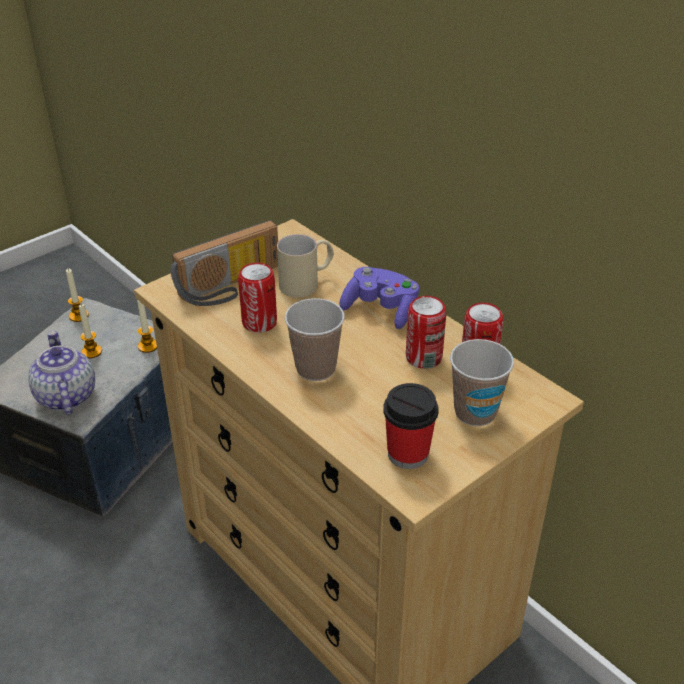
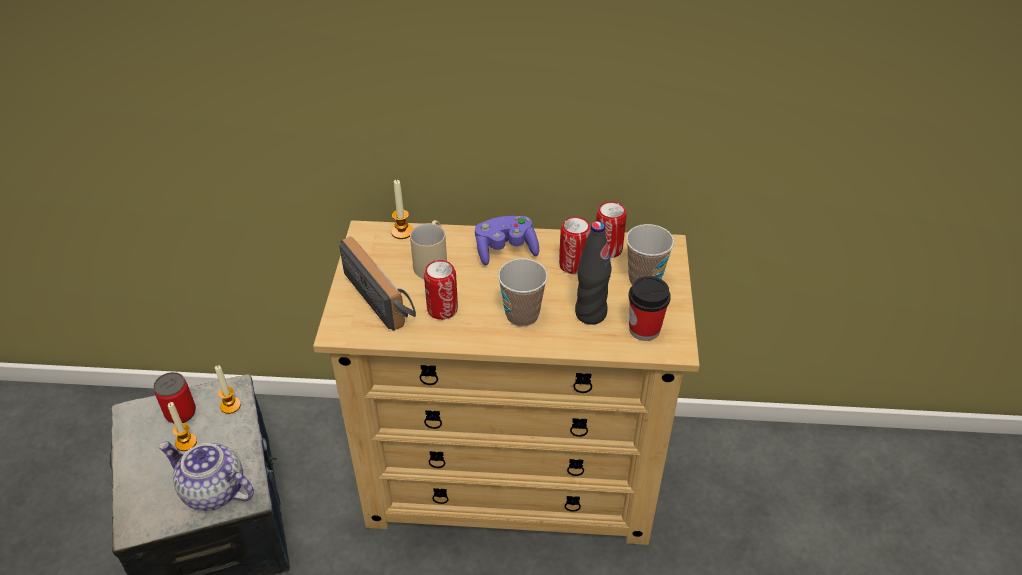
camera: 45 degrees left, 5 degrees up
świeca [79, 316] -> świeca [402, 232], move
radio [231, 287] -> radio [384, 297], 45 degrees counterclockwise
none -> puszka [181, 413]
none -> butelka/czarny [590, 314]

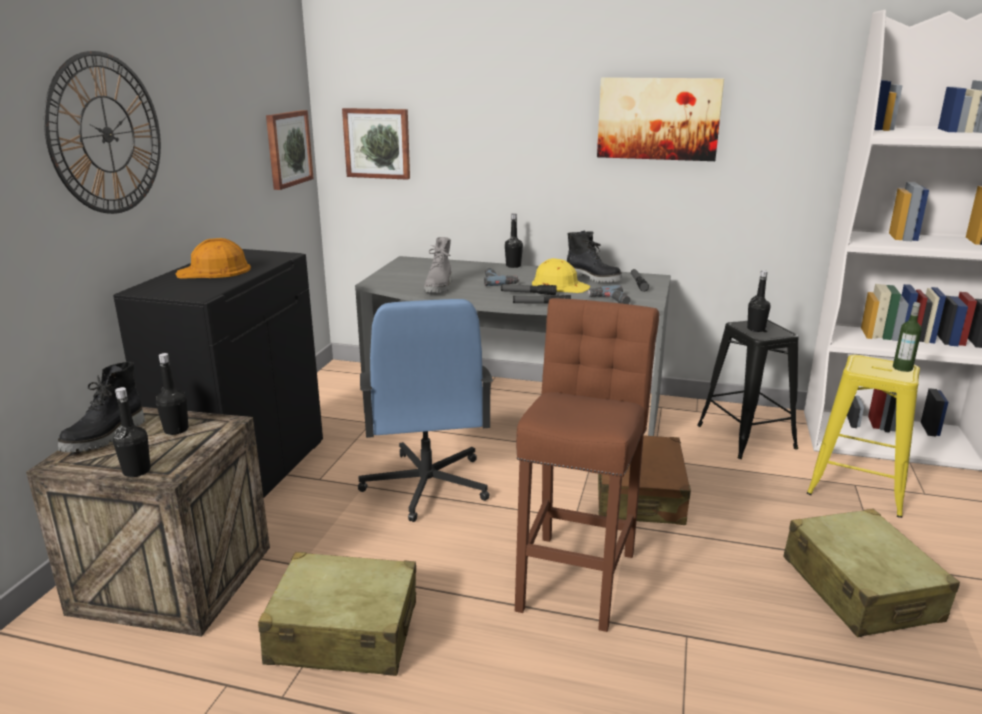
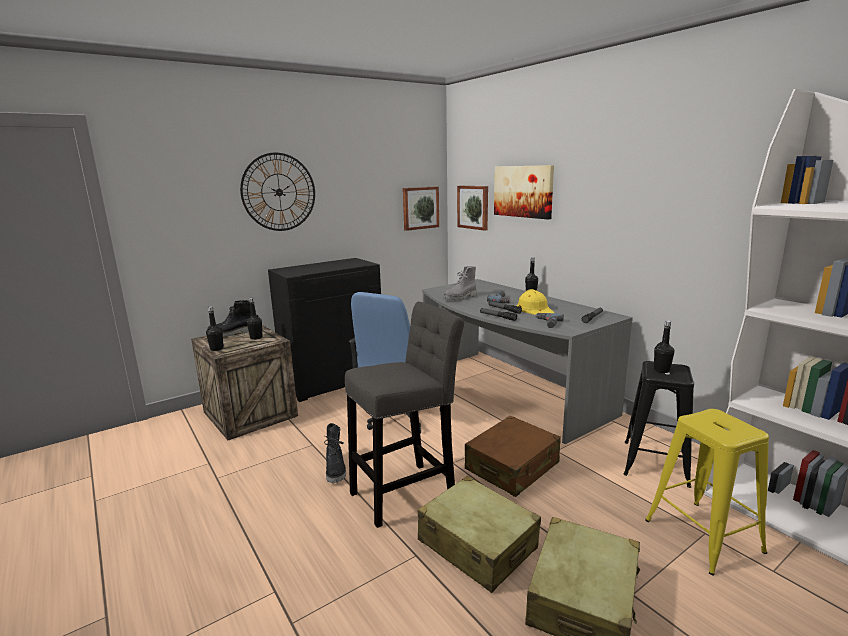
camera: 40 degrees right, 5 degrees down
kask/pomarańczowy [214, 271] -> none
walizka/beżowy [344, 633] -> walizka/beżowy [477, 545], move
stołek/brązowy [577, 575] -> stołek/szary [407, 492]
but z cholewką/czarny [594, 278] -> but z cholewką/czarny [336, 470], move
obraz [658, 118] -> obraz [523, 191], move
butelka [902, 368] -> none

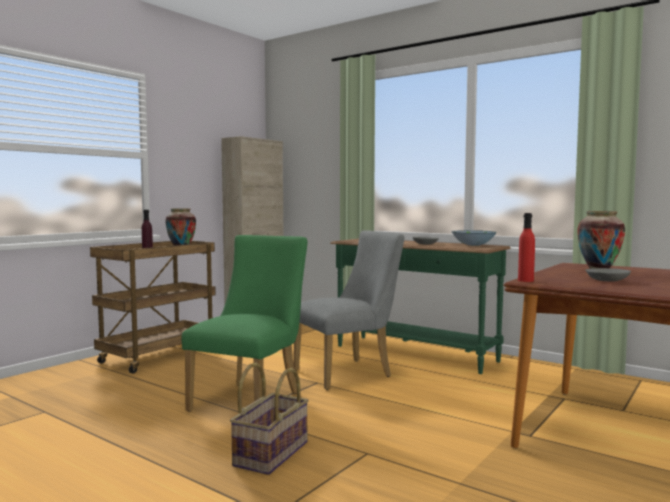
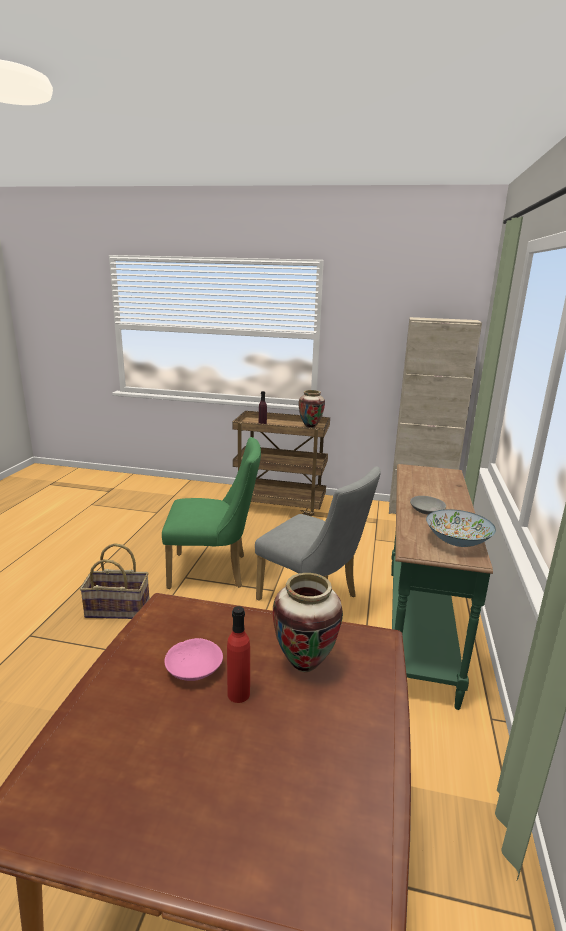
camera: 65 degrees right, 15 degrees up
butelka/czerwony [525, 280] -> butelka/czerwony [238, 694], move
miska/szary [606, 280] -> miska/różowy [194, 668]

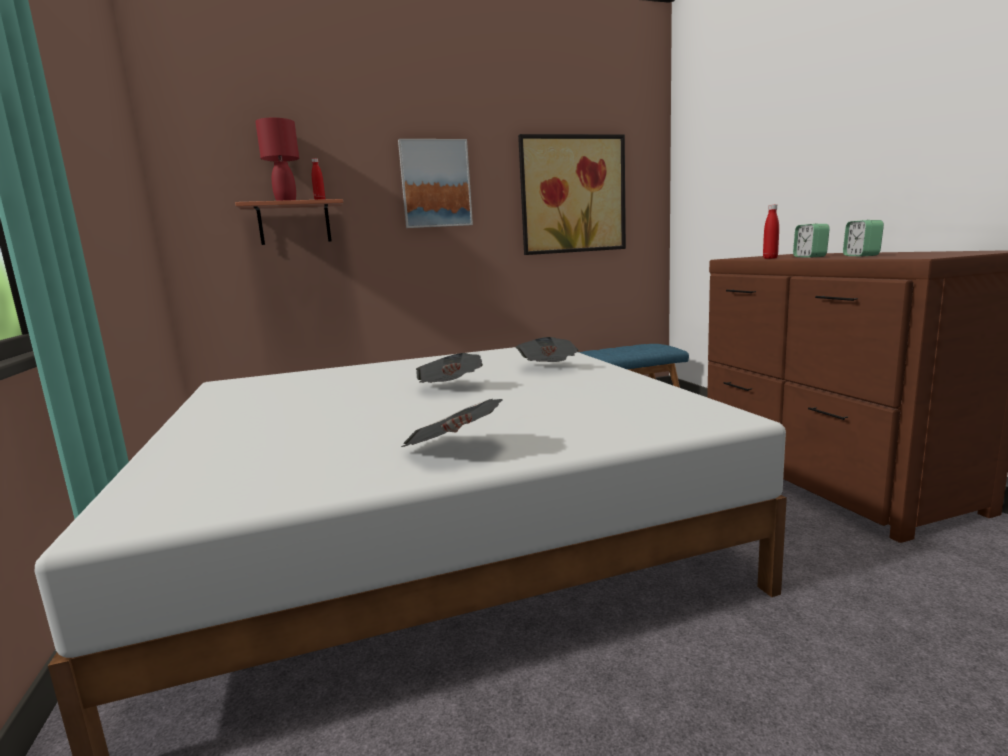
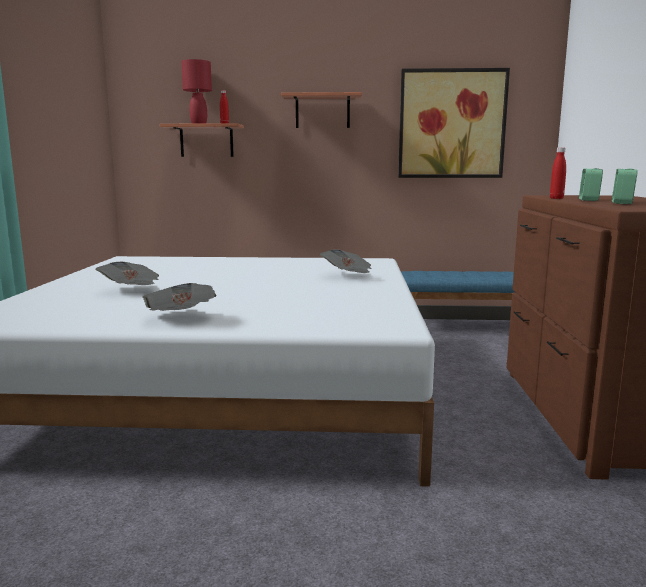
camera: 20 degrees right, 0 degrees up
obraz [435, 184] -> półka [322, 111]
gazeta [450, 388] -> gazeta [132, 291], move

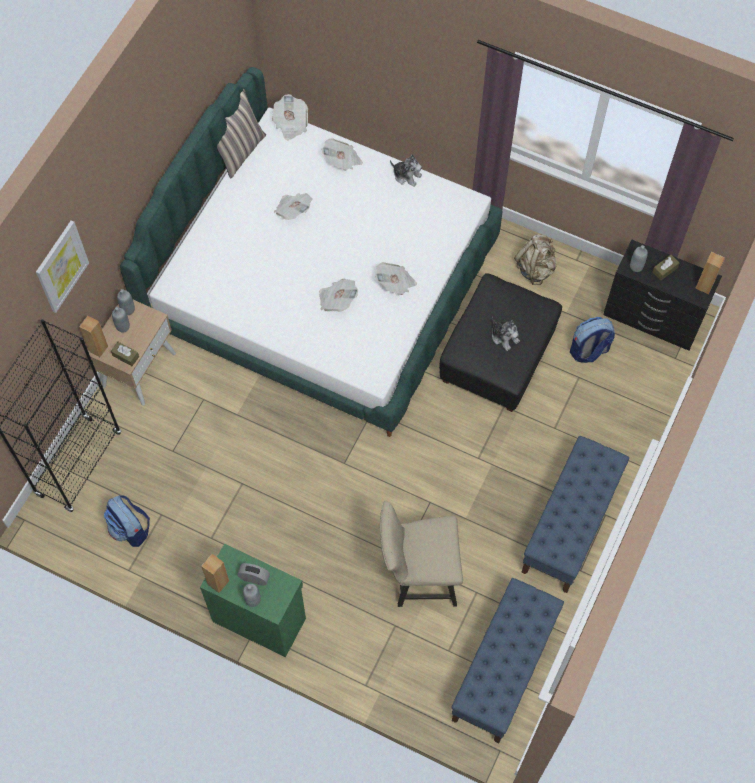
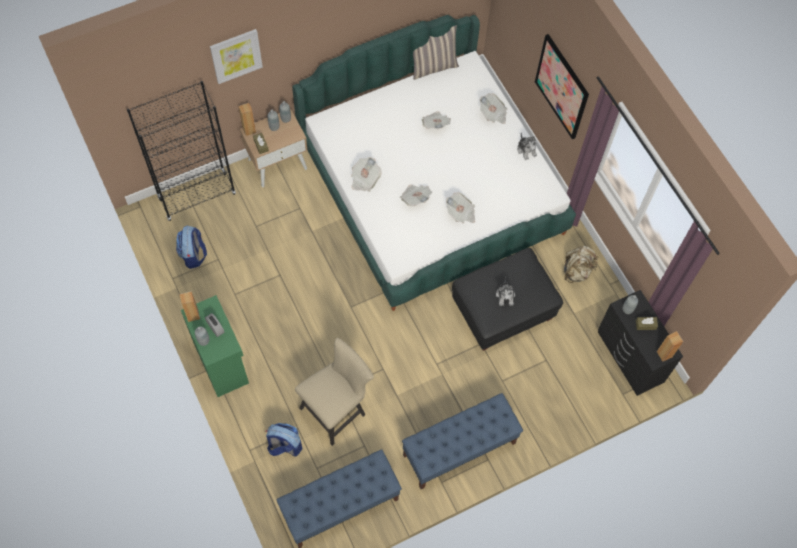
camera: 35 degrees right, 0 degrees up
gazeta [291, 124] -> gazeta [364, 179], move
krzesło/beżowy [418, 577] -> krzesło/beżowy [337, 409], 105 degrees clockwise
plecak [589, 351] -> plecak [284, 446], move
none -> obraz [562, 87]

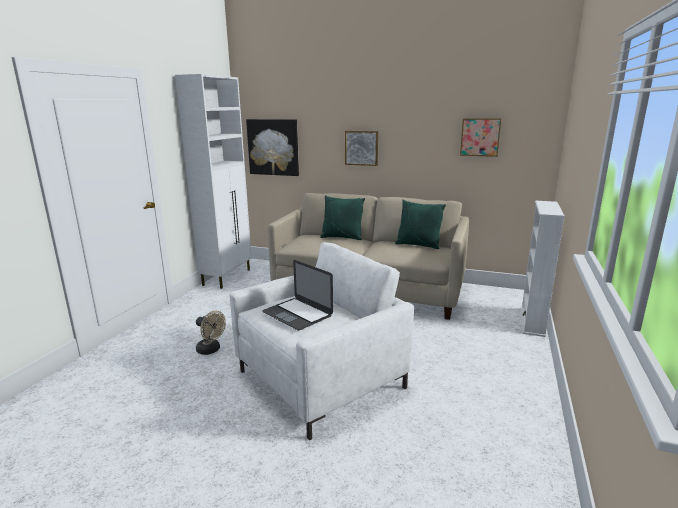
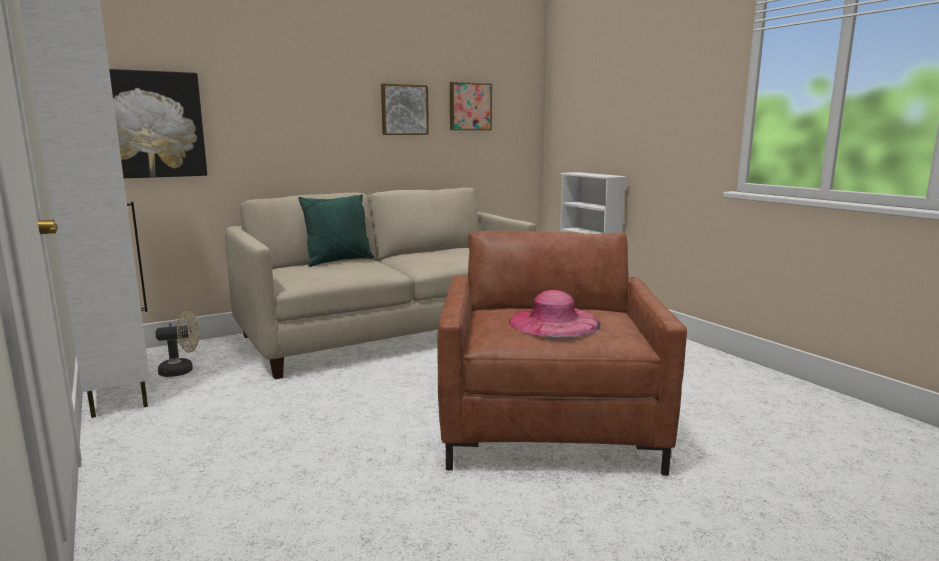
camera: 50 degrees left, 5 degrees down
wentylator/beżowy [211, 350] -> wentylator/beżowy [182, 370], move
fotel/biały [321, 379] -> fotel/brązowy [548, 426]
laptop [297, 313] -> kapelusz/różowy [554, 322]
obraz [361, 148] -> obraz [404, 110], move
poduszka/zielony [418, 245] -> none

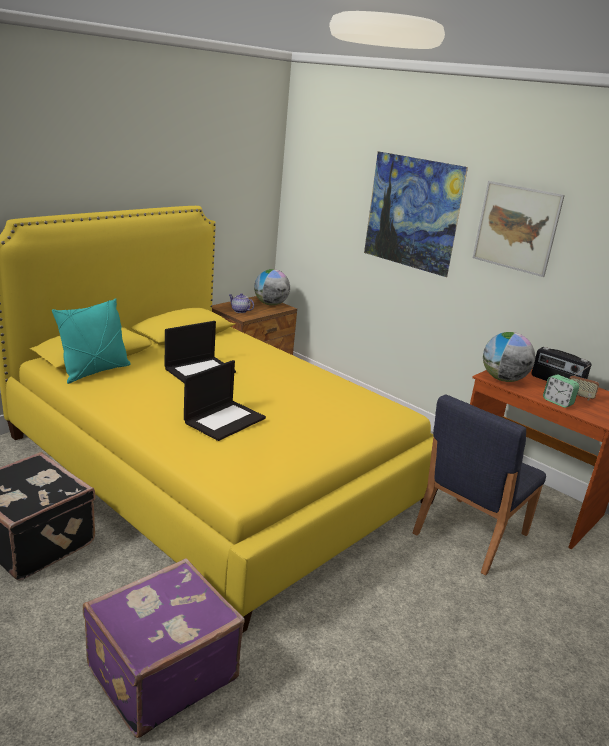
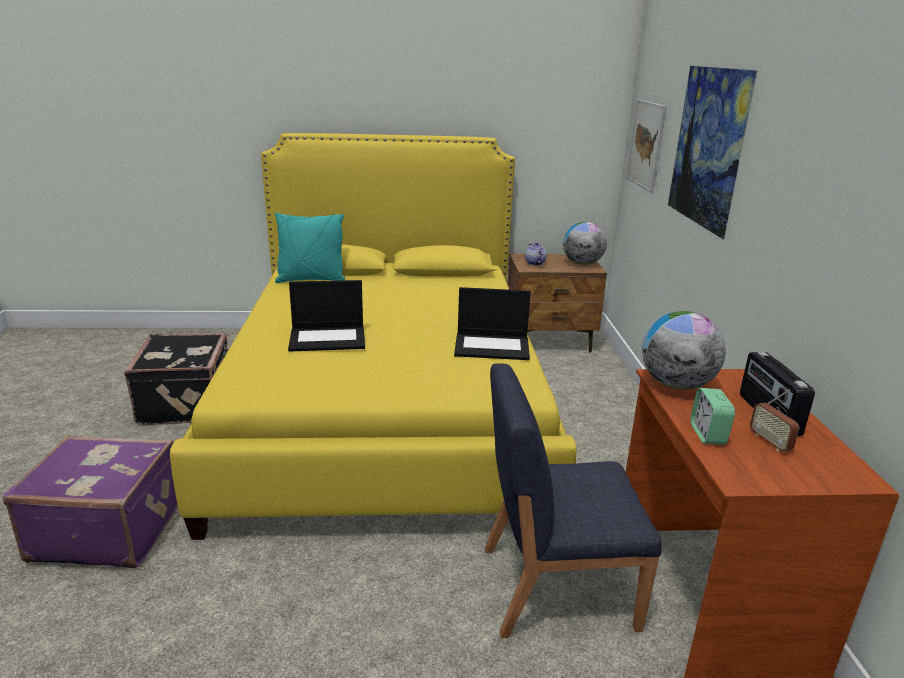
camera: 45 degrees right, 0 degrees up
laptop [200, 370] -> laptop [492, 346], move
obraz [516, 228] -> obraz [646, 145], move

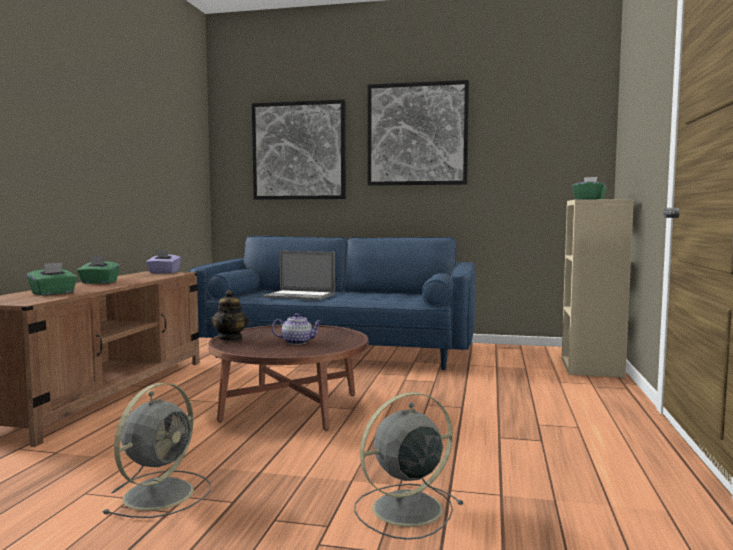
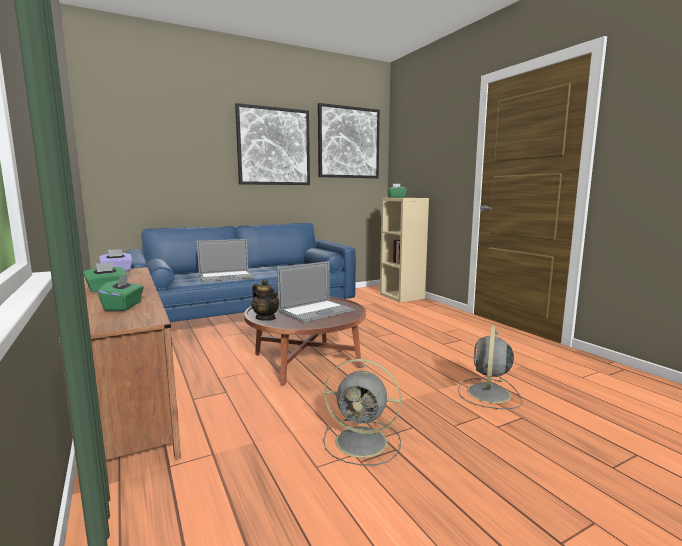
camera: 40 degrees left, 5 degrees up
wentylator/szary [161, 493] -> wentylator/szary [363, 442], 120 degrees clockwise
obraz [299, 151] -> obraz [348, 143], move
imbryk [297, 342] -> laptop [316, 311]

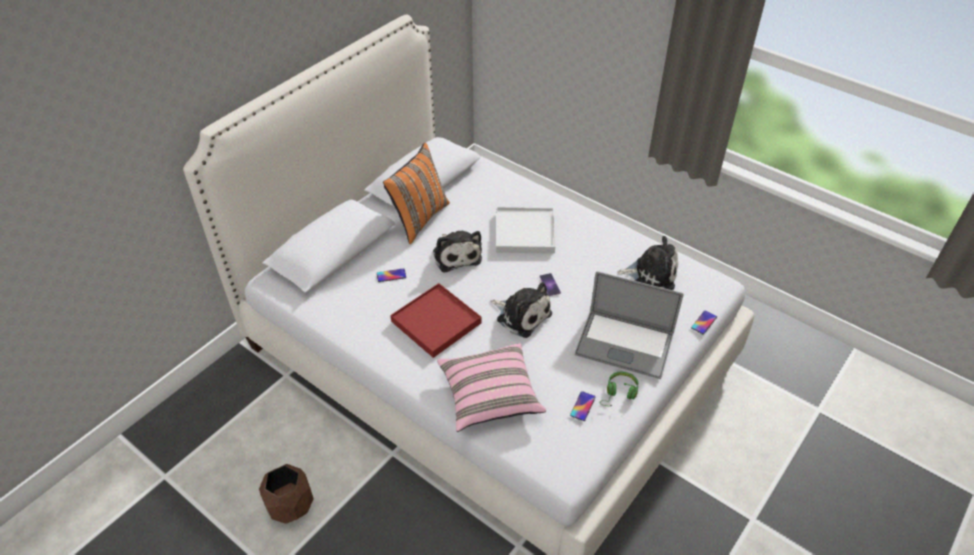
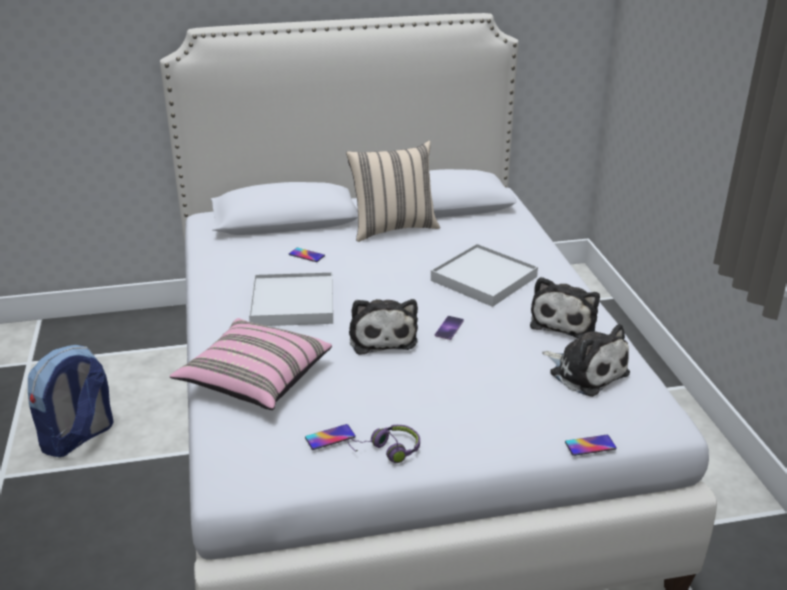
camera: 40 degrees right, 15 degrees down
donica/brązowy [290, 506] -> plecak [78, 438]
poduszka/pomarańczowy [418, 219] -> poduszka/beżowy [393, 228]
taca/czerwony [436, 322] -> taca/biały [293, 303]
pluszak [456, 255] -> pluszak [565, 321], move
laptop [624, 344] -> none
słuchawki/zielony [619, 393] -> słuchawki/fioletowy [387, 450]

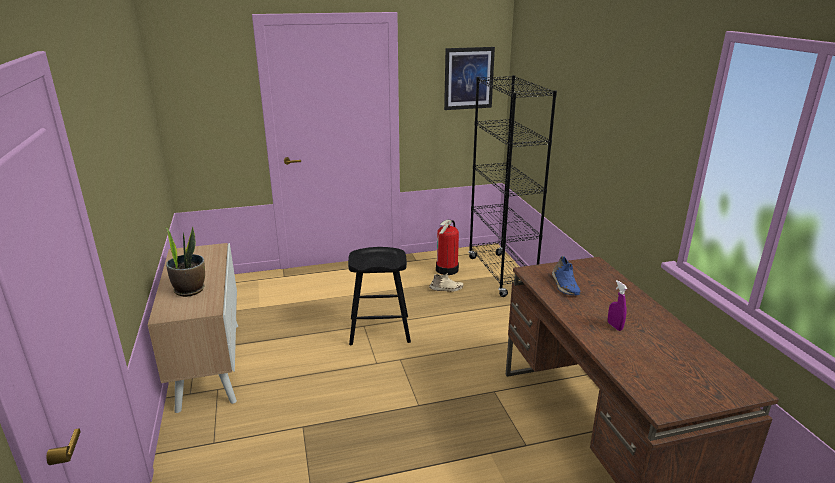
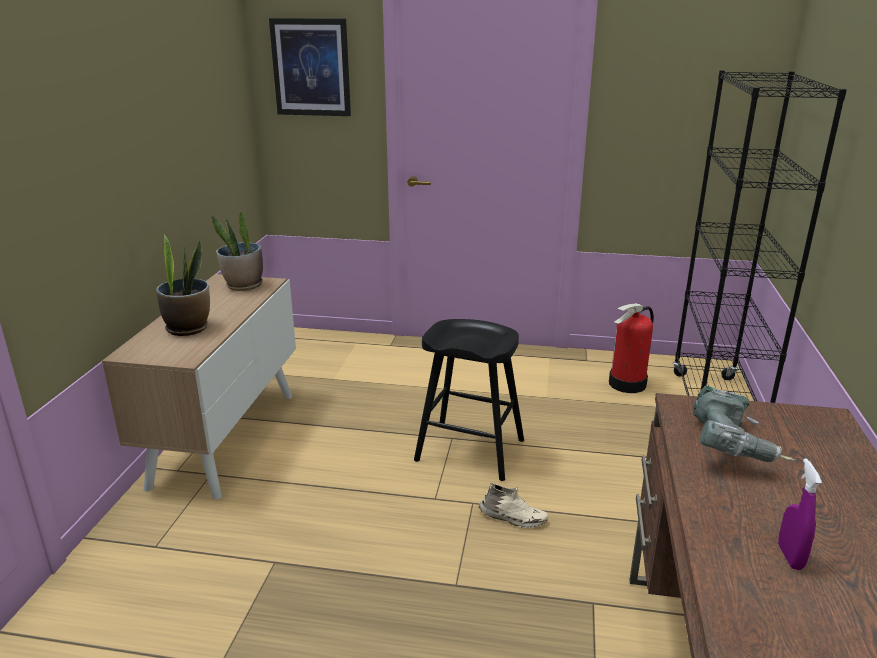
camera: 25 degrees right, 0 degrees up
but/beżowy [446, 289] -> but/beżowy [512, 518], move
obraz [468, 78] -> obraz [311, 67], move
but/niebieski [564, 286] -> wiertarka [733, 447]
none -> roślina doniczkowa [244, 286]

